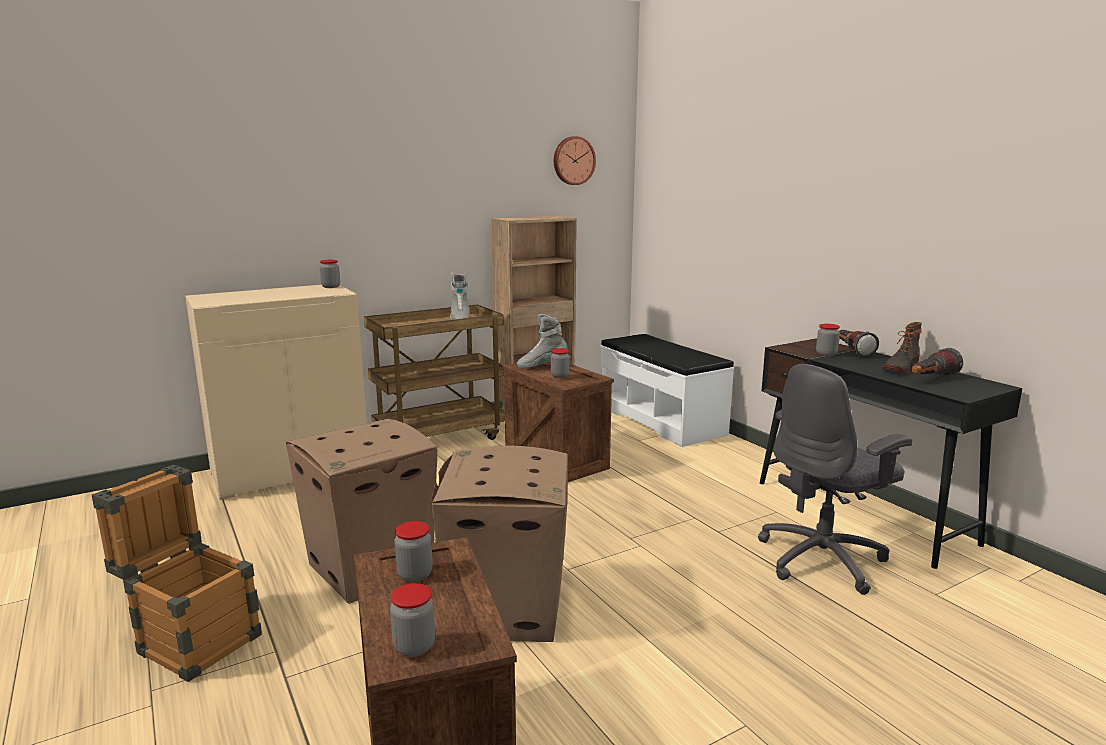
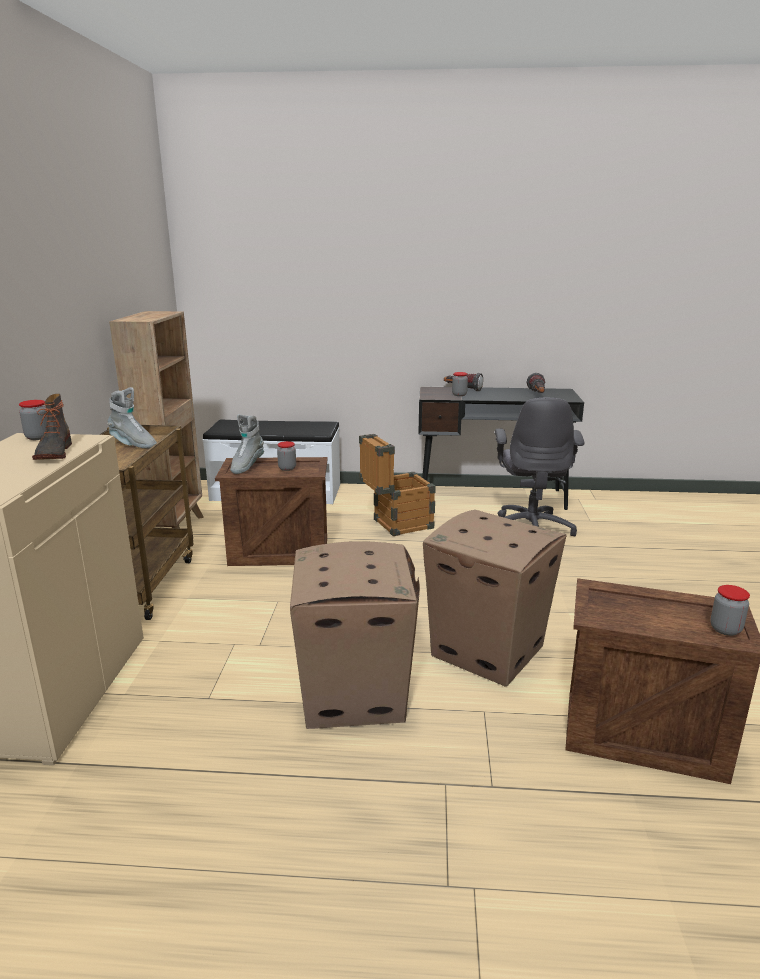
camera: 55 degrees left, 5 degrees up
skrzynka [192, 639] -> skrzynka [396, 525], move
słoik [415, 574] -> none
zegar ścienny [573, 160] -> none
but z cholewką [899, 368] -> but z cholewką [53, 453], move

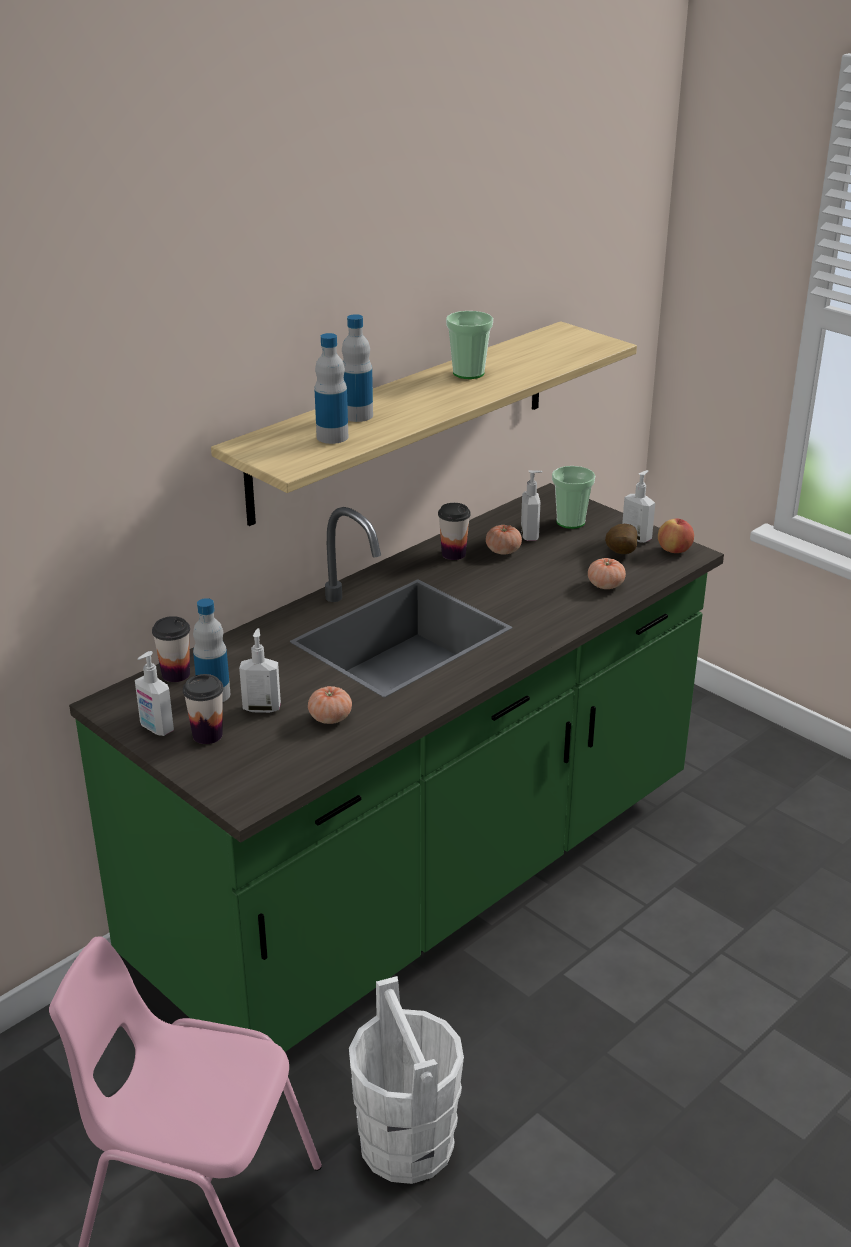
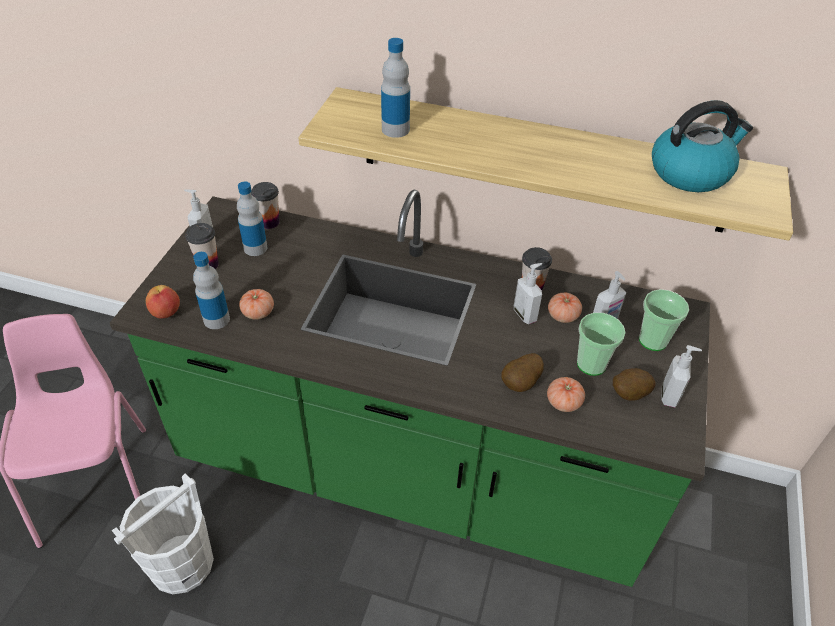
camera: 60 degrees right, 15 degrees up
dozownik mydła [262, 707] -> dozownik mydła [525, 314], move
butelka [357, 415] -> butelka [216, 319], move
filiżanka [468, 373] -> filiżanka [591, 364], move
jabłko [674, 550] -> jabłko [166, 312], move
none -> ziemniak [521, 384]
none -> czajnik [690, 172]

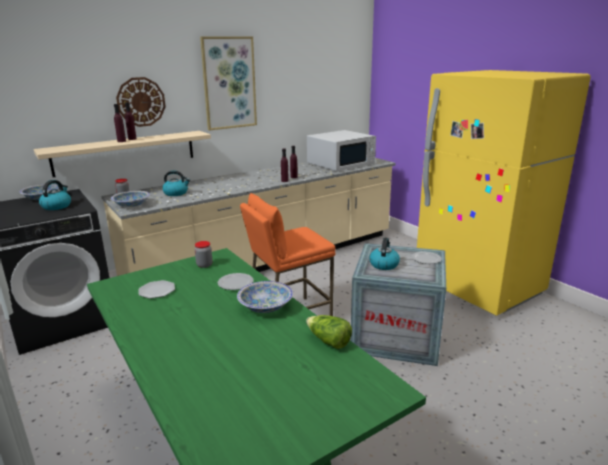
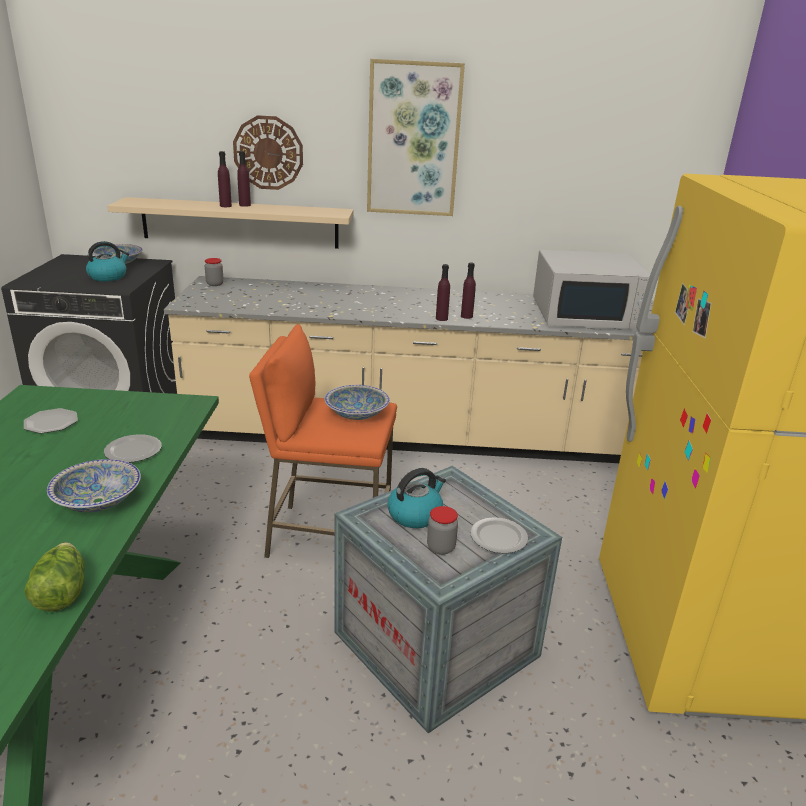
camera: 35 degrees right, 5 degrees up
miska [132, 205] -> miska [357, 414], move
czajnik [176, 193] -> none
słoik [204, 265] -> słoik [441, 547], move

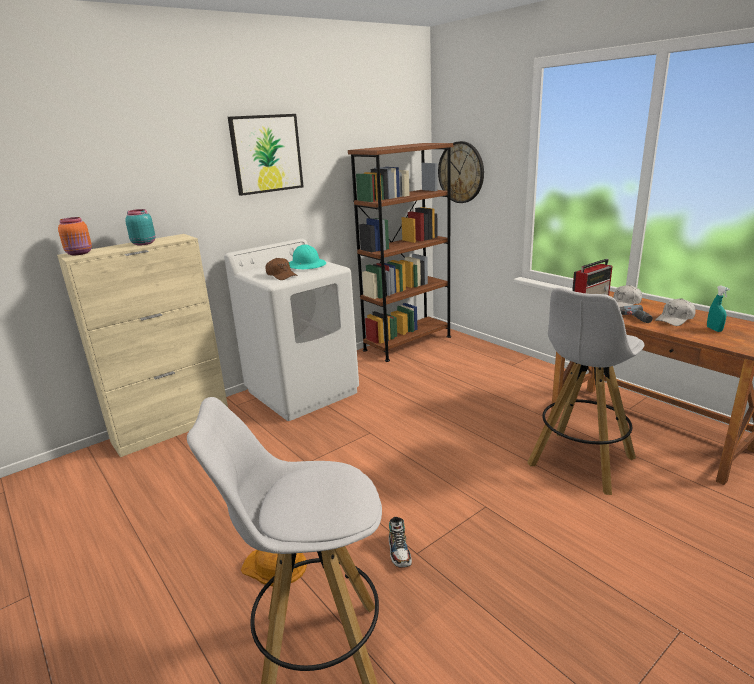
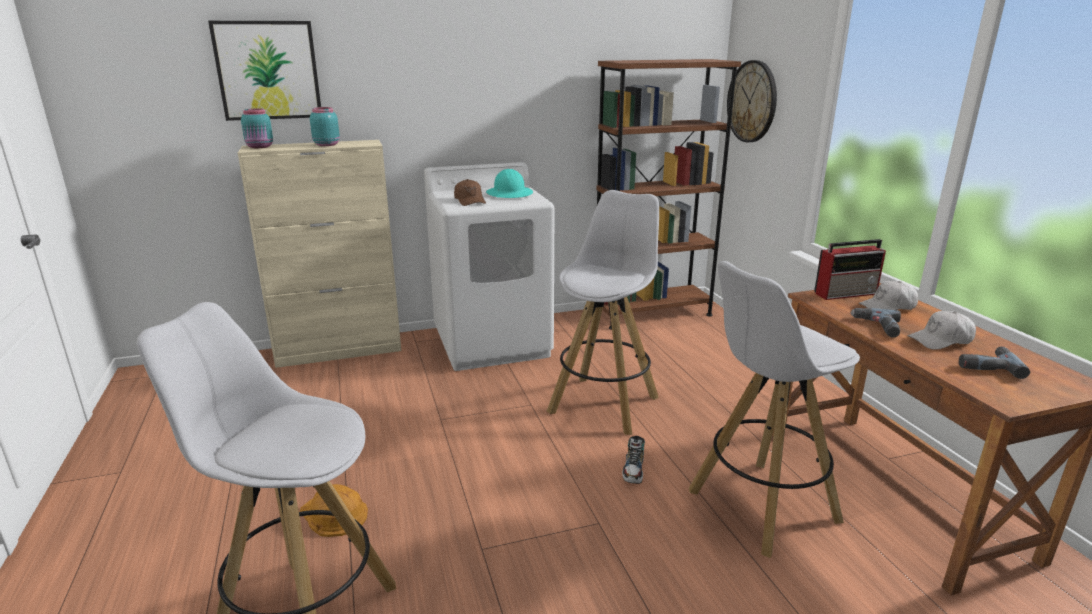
camera: 20 degrees right, 0 degrees up
słoik/pomarańczowy [80, 253] -> słoik/turkusowy [260, 147]
obraz [266, 154] -> obraz [268, 70], move
but [399, 551] -> but [634, 470], move
spryskiwacz/turkusowy [714, 329] -> wiertarka [986, 365]
none -> stołek/biały [604, 404]

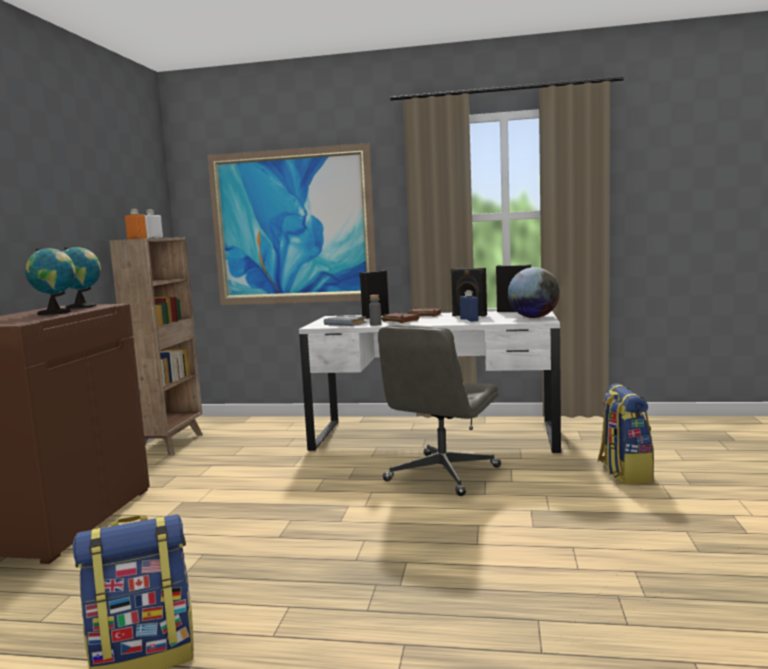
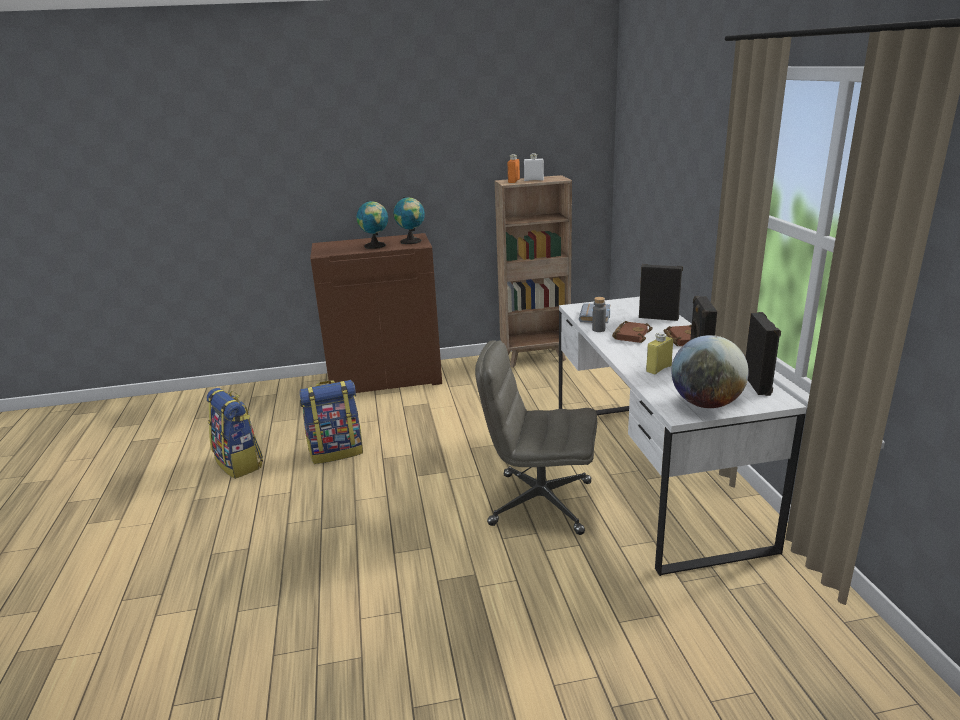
camera: 70 degrees right, 15 degrees up
obraz [292, 227] -> none
butelka/niebieski [469, 320] -> butelka/żółty [658, 368]
plecak [624, 473] -> plecak [336, 451], move

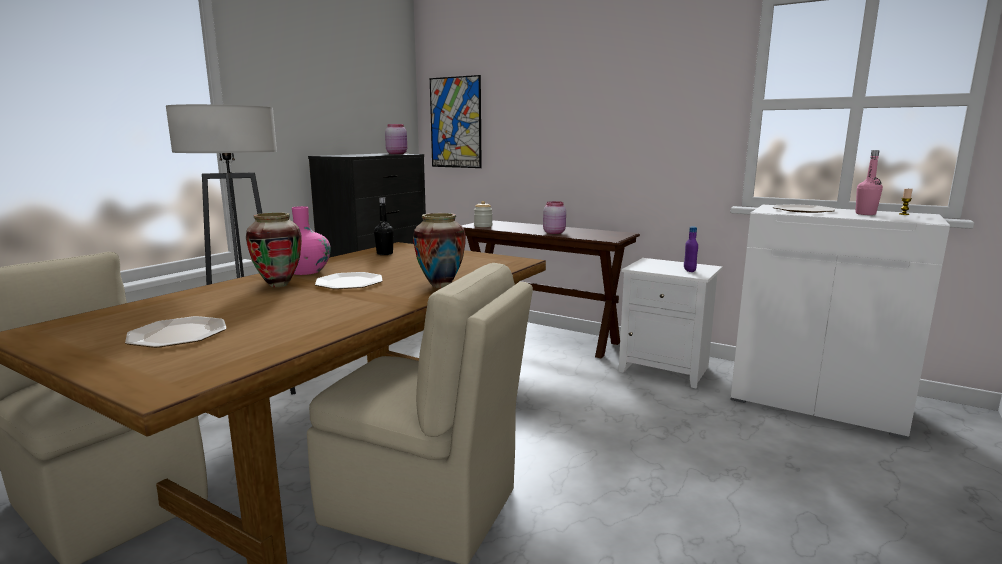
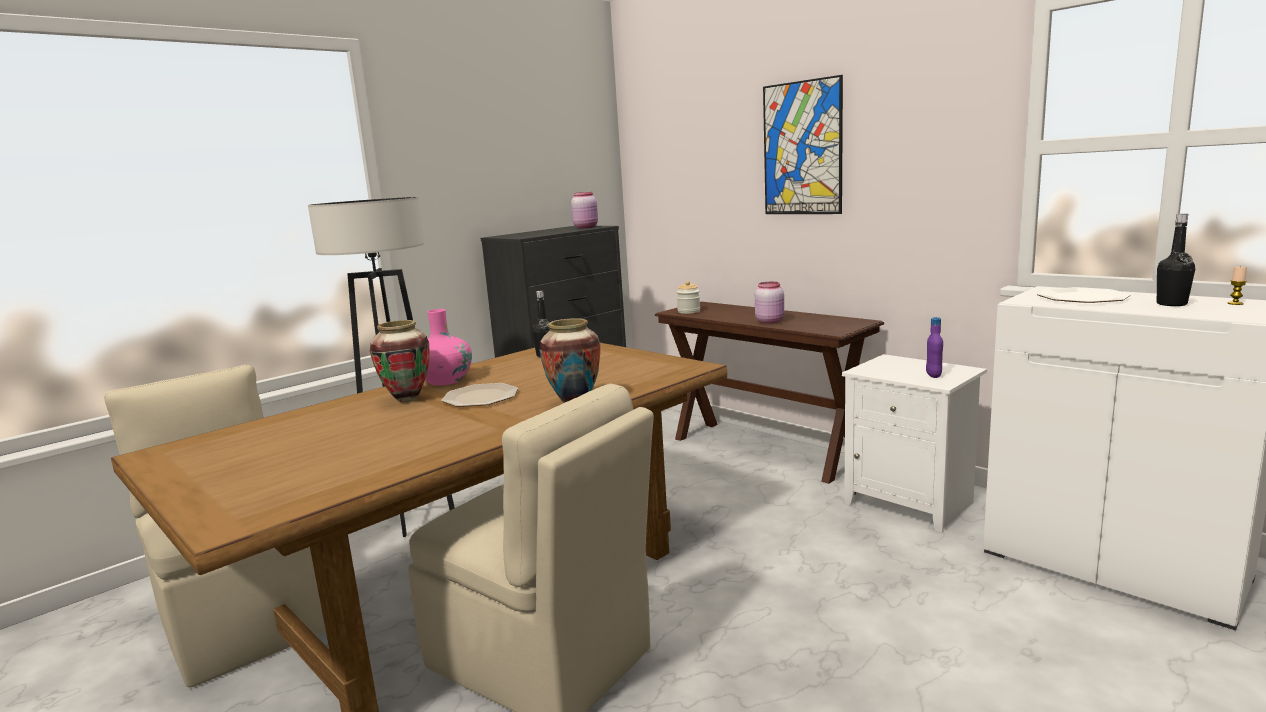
camera: 15 degrees right, 0 degrees up
talerz [178, 334] -> none
obraz [455, 122] -> obraz [802, 148], move
butelka/różowy [865, 214] -> butelka/czarny [1171, 304]

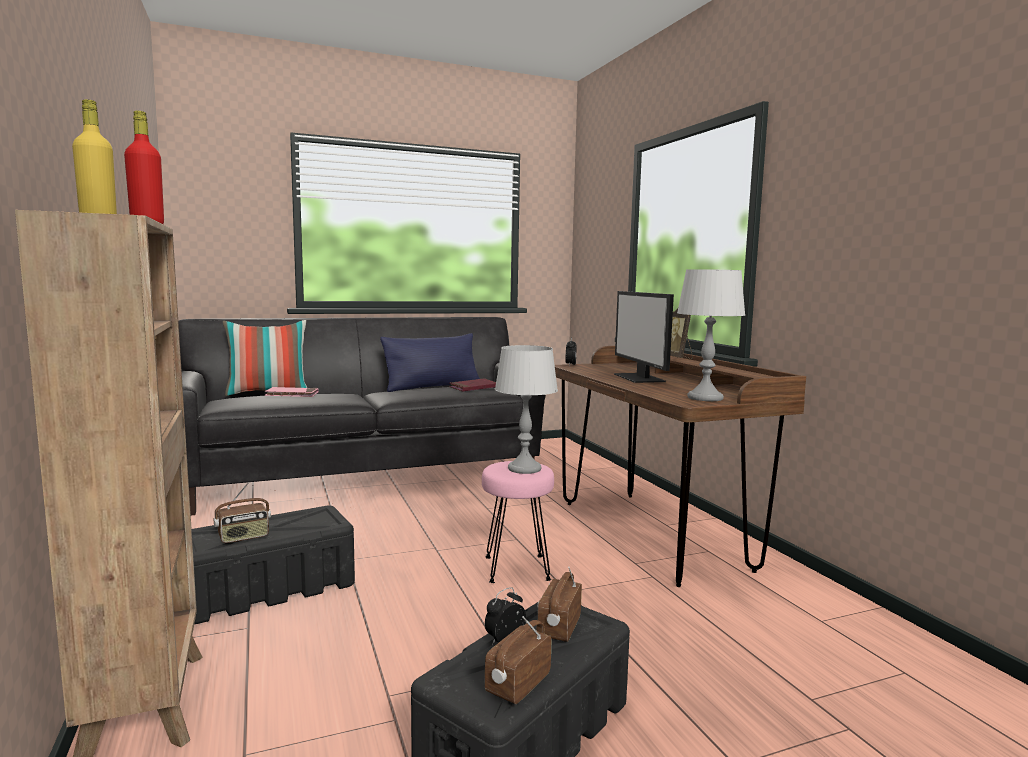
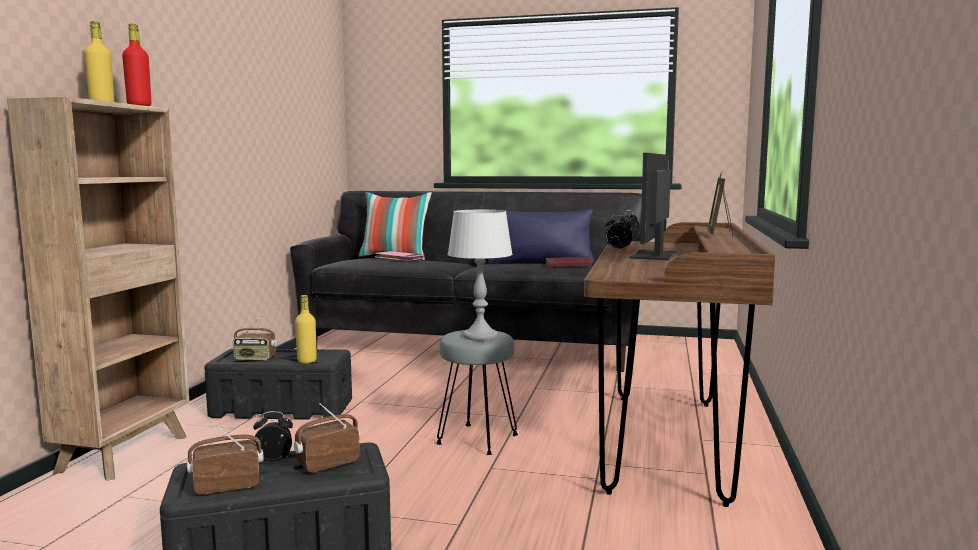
camera: 35 degrees right, 0 degrees up
stołek/różowy [515, 568] -> stołek/szary [476, 439]
lampa stołowa/szary [705, 398] -> none
none -> butelka/żółty [307, 361]
none -> budzik [617, 249]

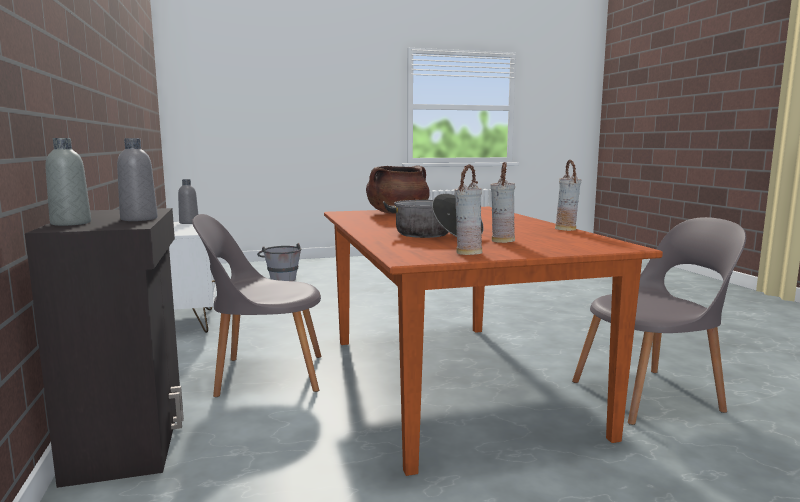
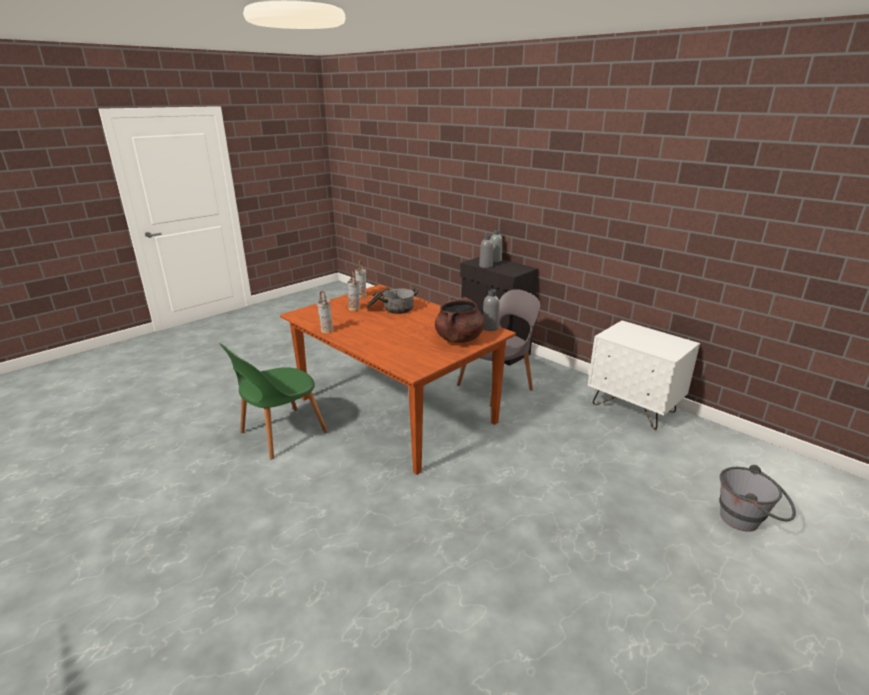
camera: 150 degrees right, 15 degrees up
butelka/szary [189, 222] -> butelka/szary [490, 328], move
krzesło/szary [650, 395] -> krzesło/zielony [280, 434]

